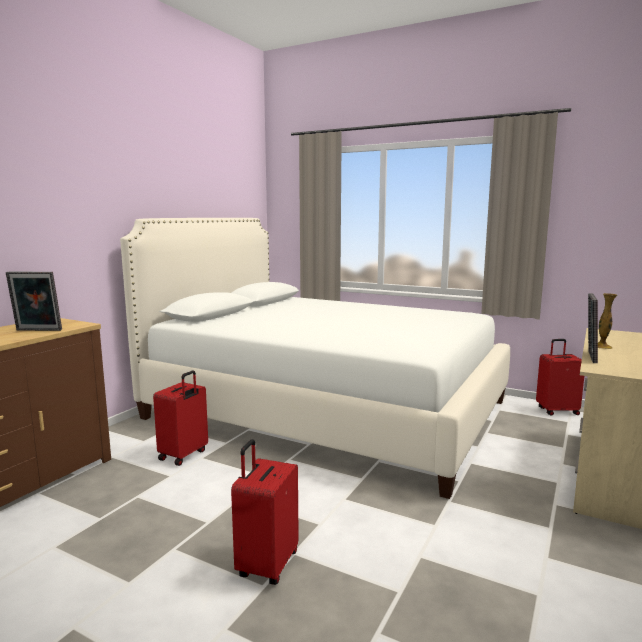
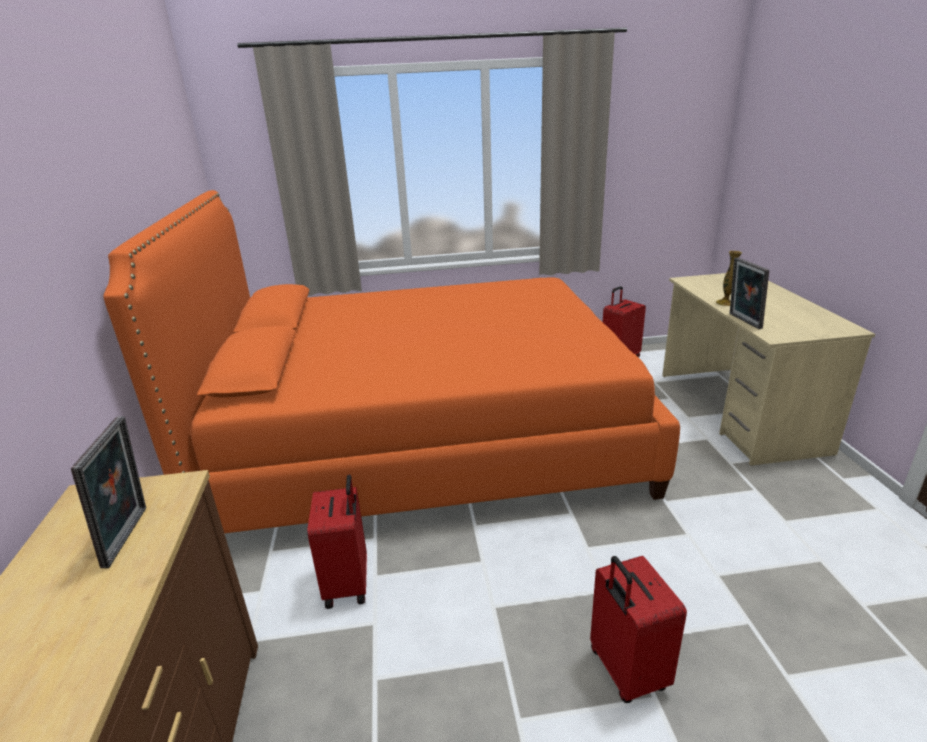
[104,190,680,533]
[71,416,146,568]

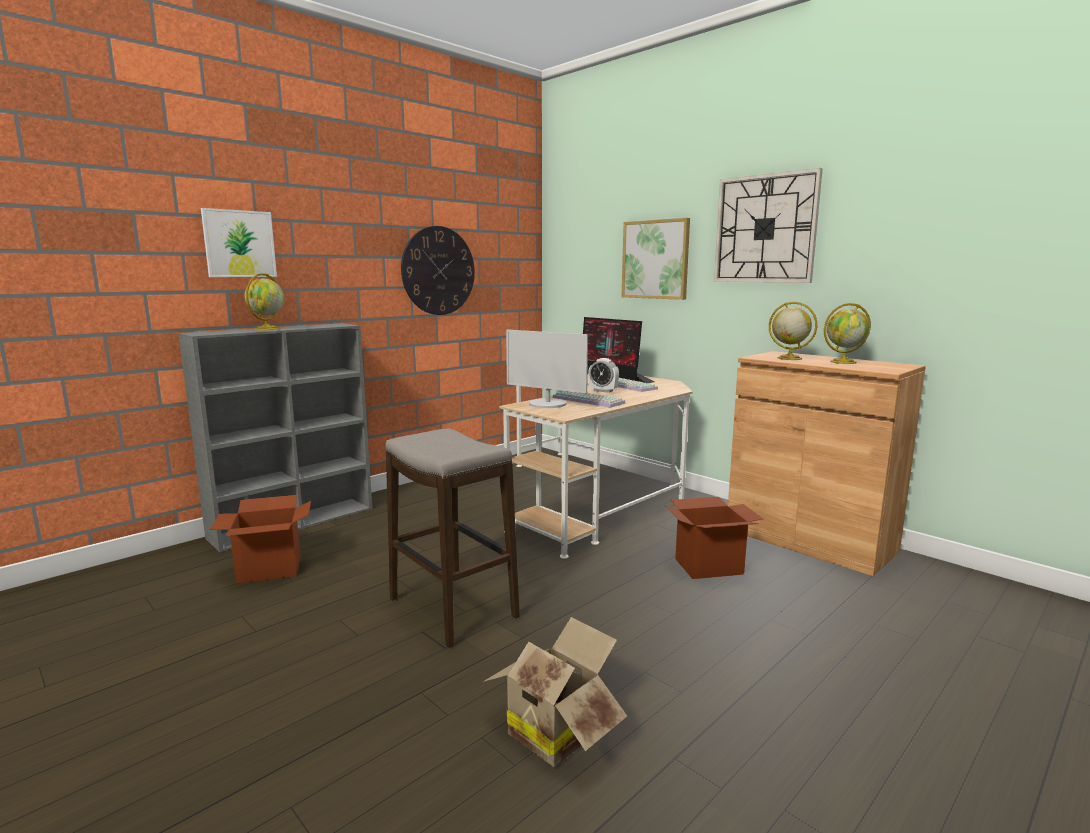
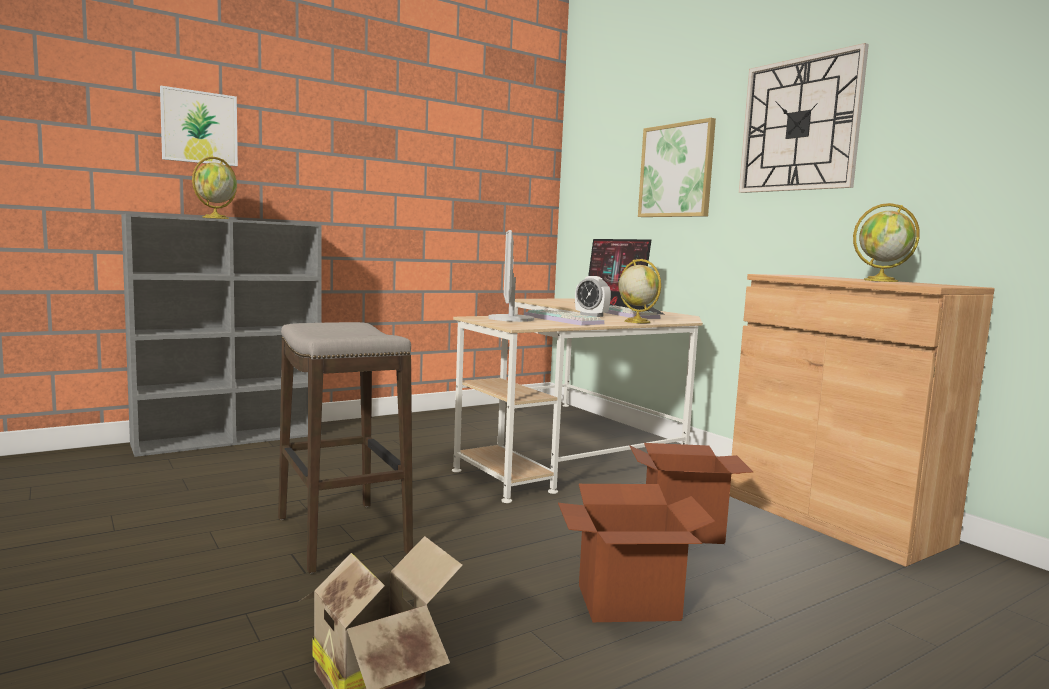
[401,226,475,315] (first image)
[618,259,661,323]
[488,230,534,322]
[558,484,715,622]

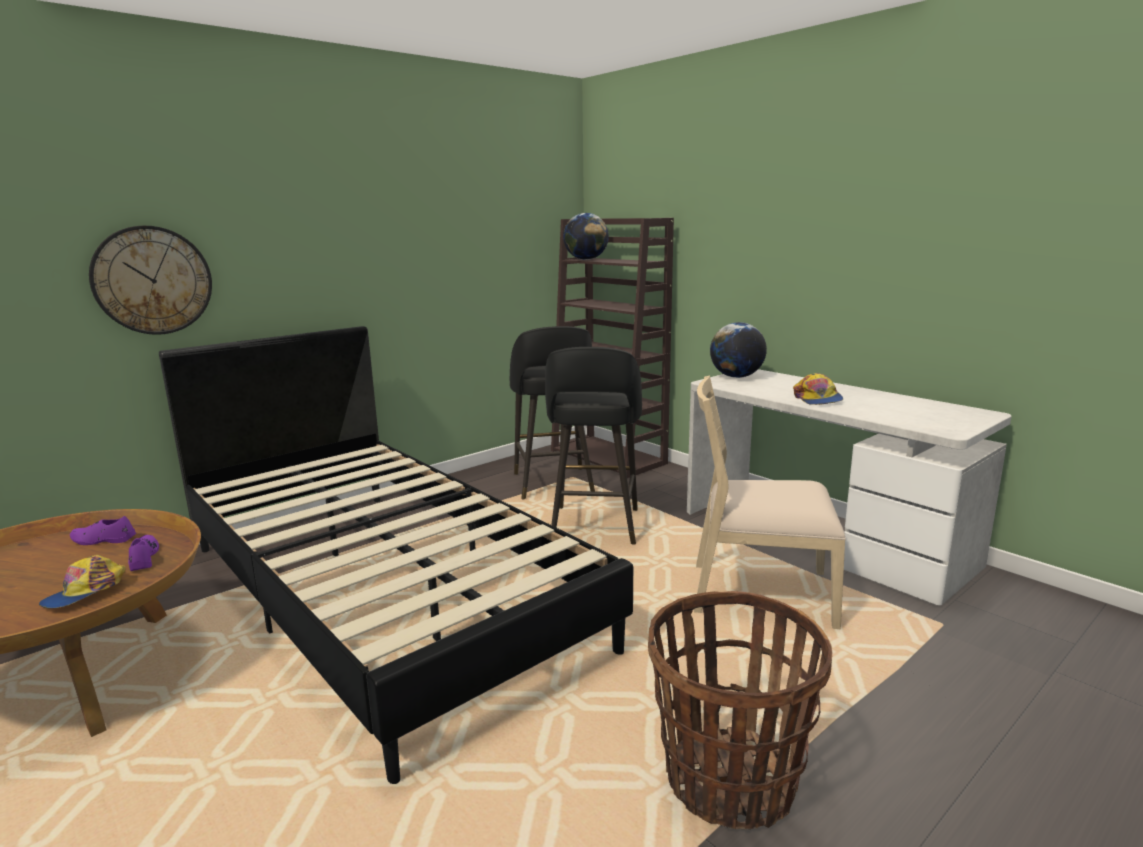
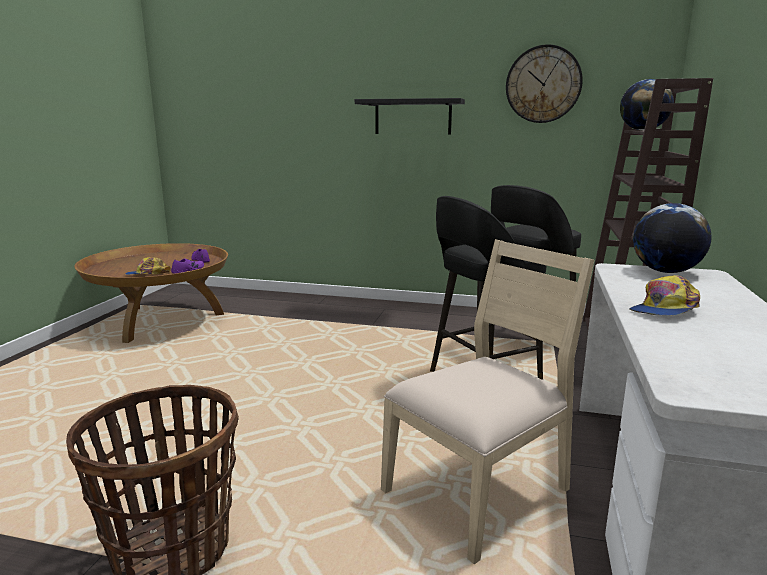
[506,44,583,123]
[159,326,633,784] (first image)
[381,239,594,564]
[355,98,465,134]

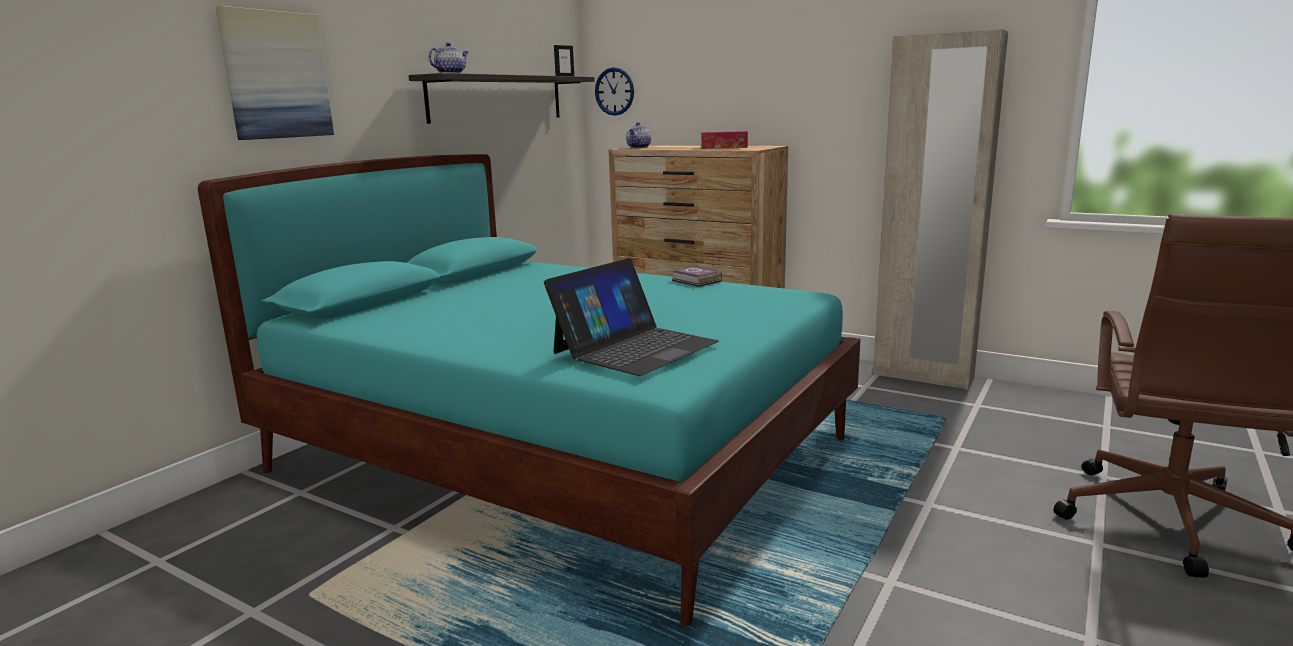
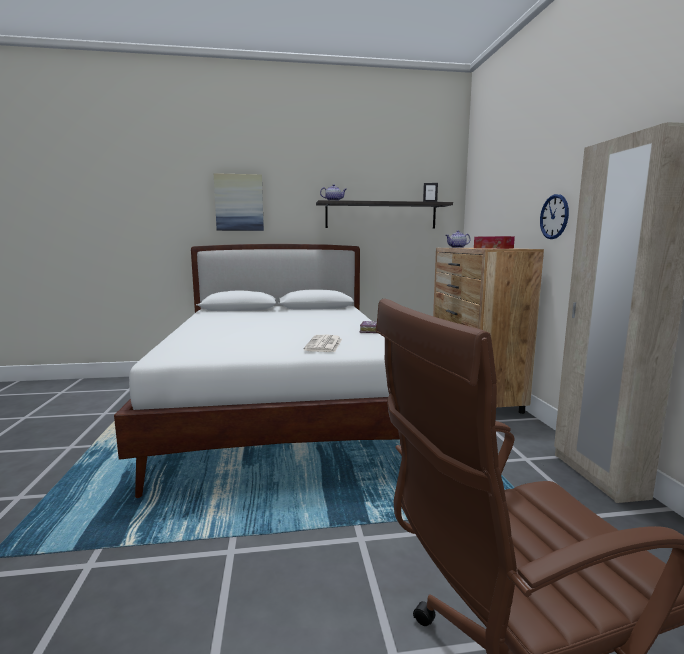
[540,194,569,239]
[114,244,400,498]
[544,258,719,376] (first image)
[303,335,342,352]

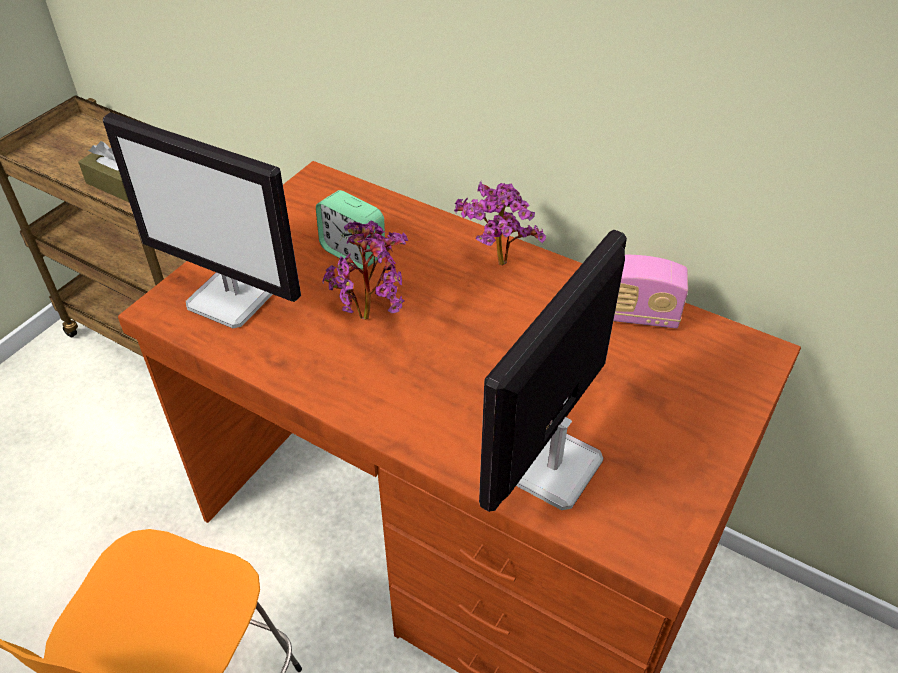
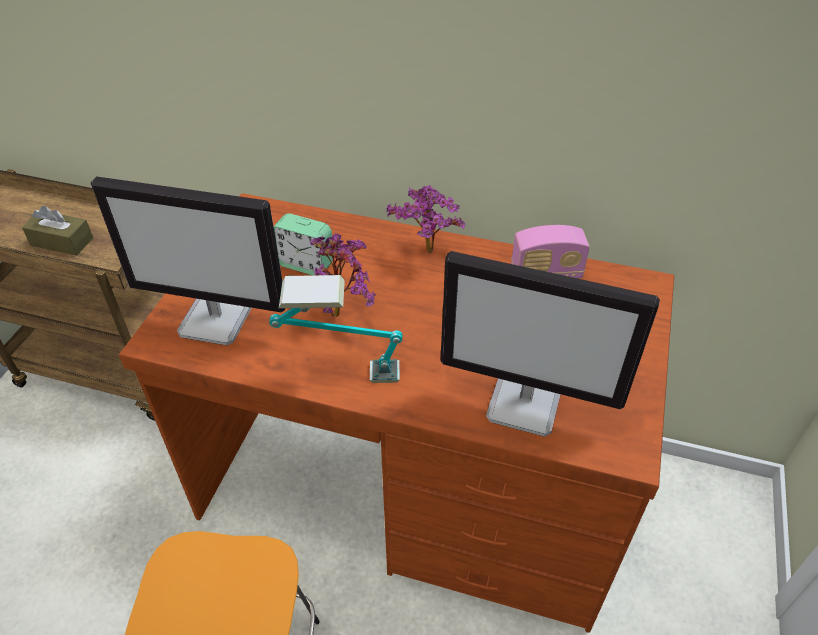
[440,251,660,437]
[269,275,403,383]

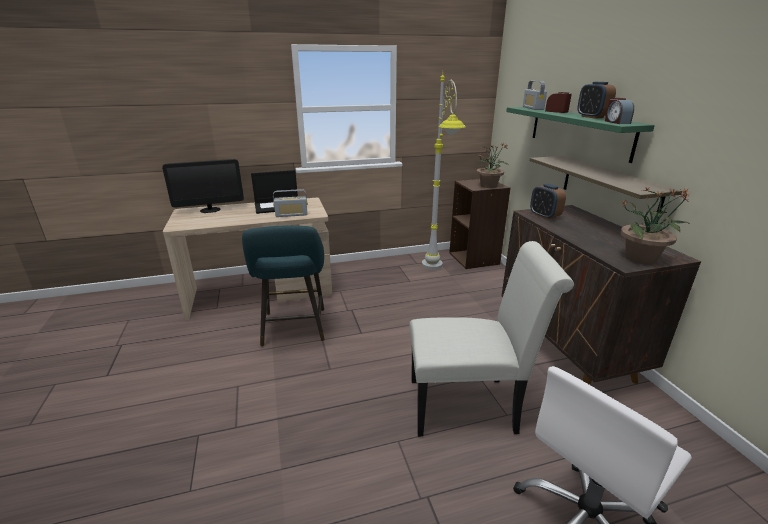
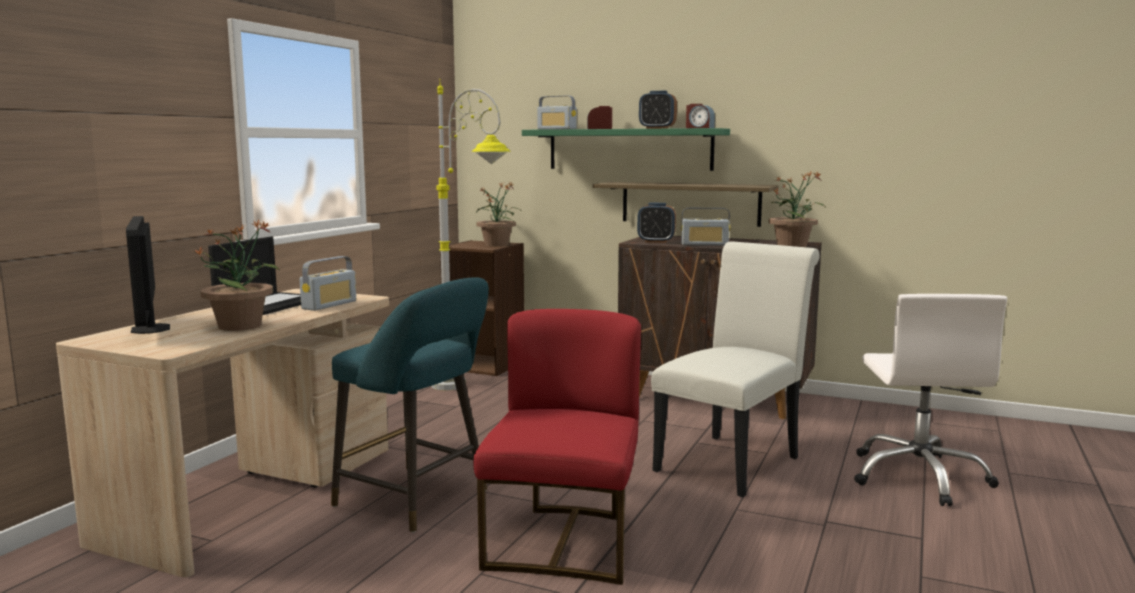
[126,216,170,334]
[681,208,730,246]
[193,220,280,331]
[473,309,641,585]

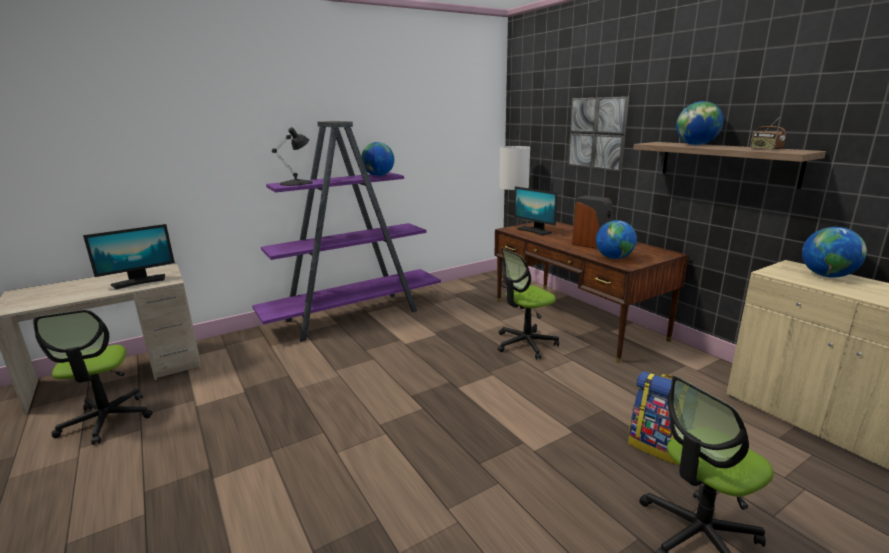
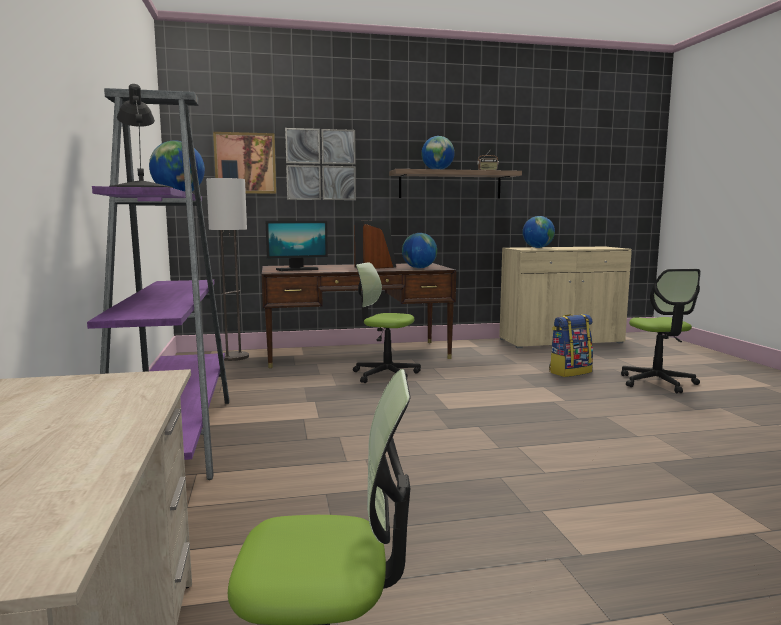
[83,224,175,289] (first image)
[353,262,421,383]
[213,132,276,194]

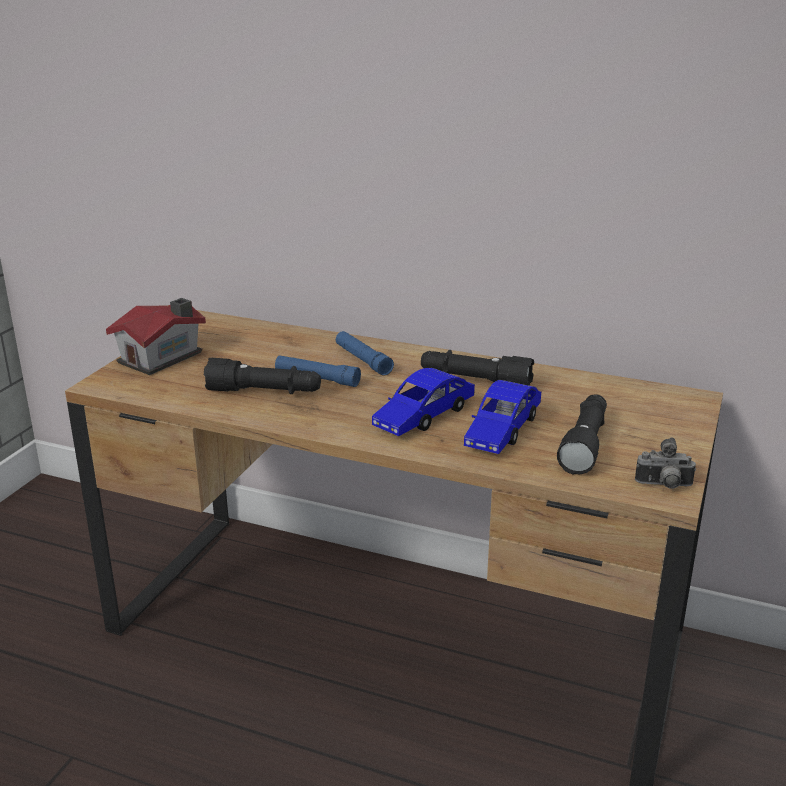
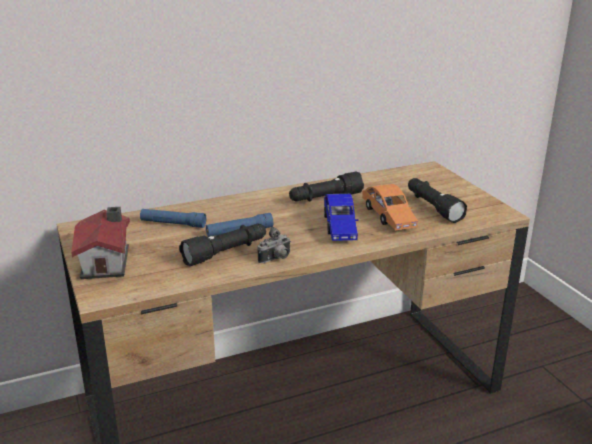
[140,209,206,228]
[362,184,418,230]
[257,227,290,263]

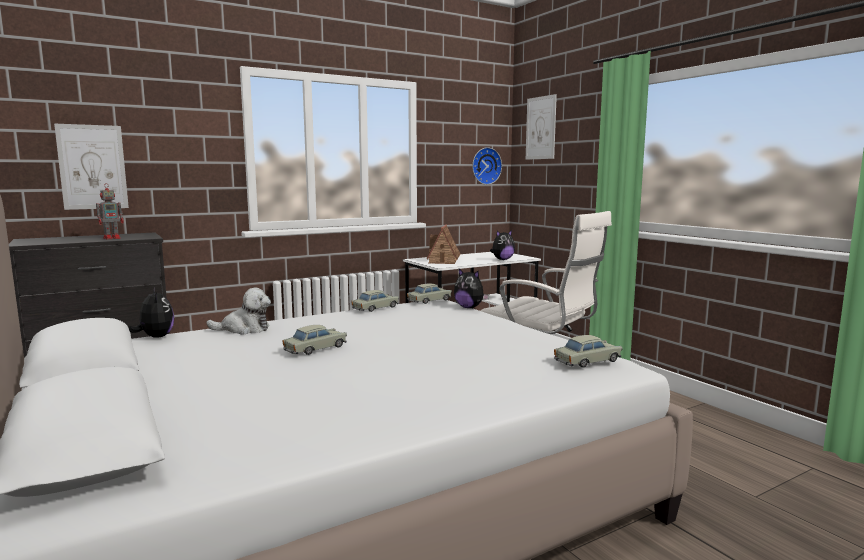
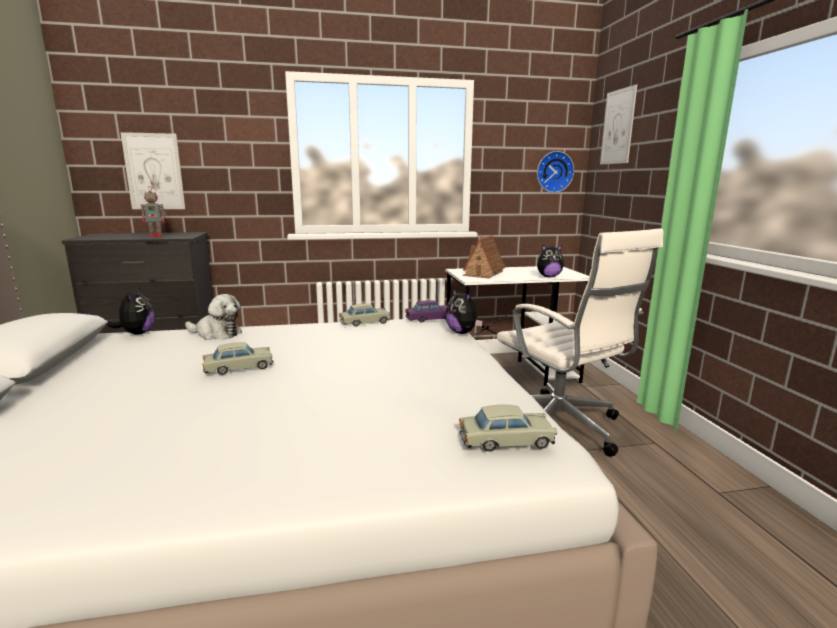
[405,300,447,322]

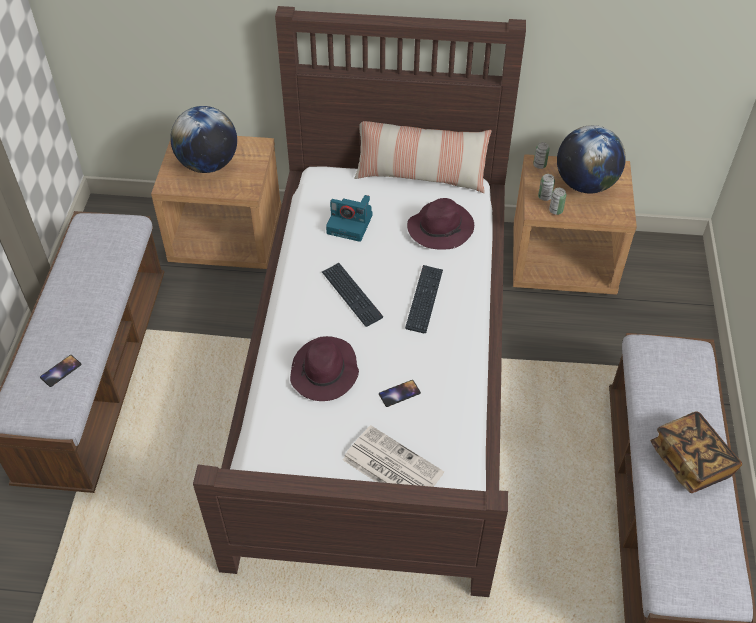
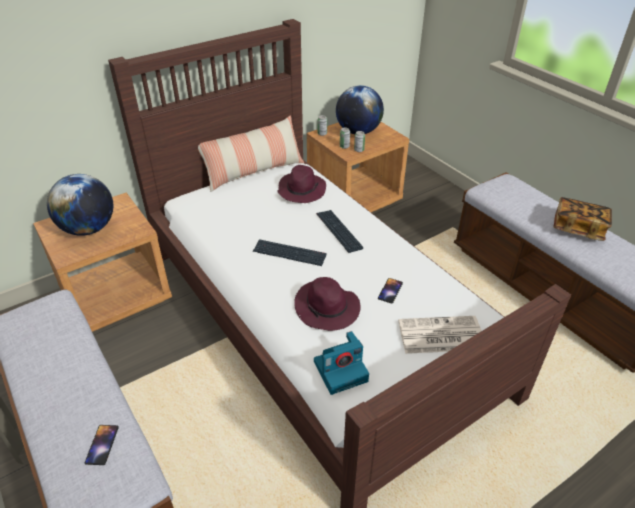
[314,331,369,395]

